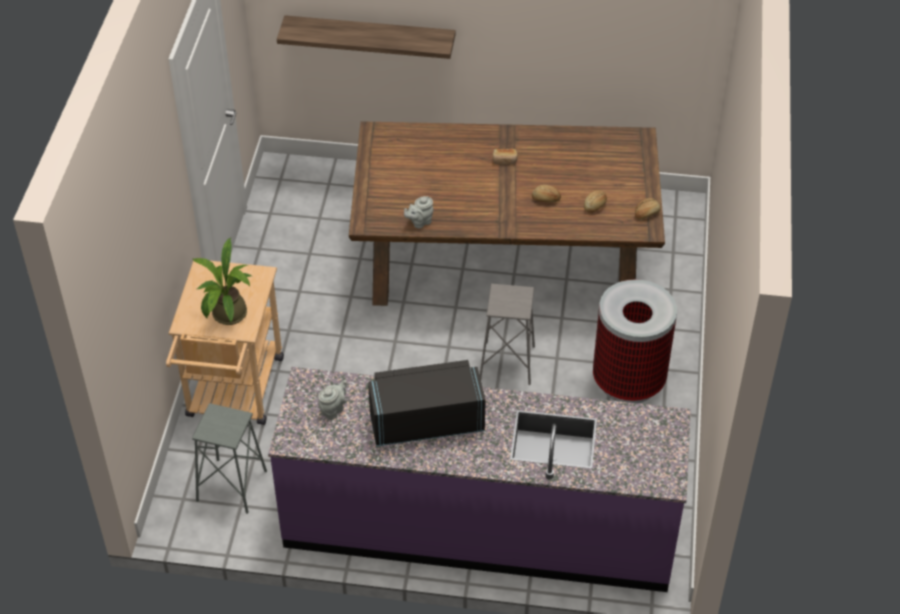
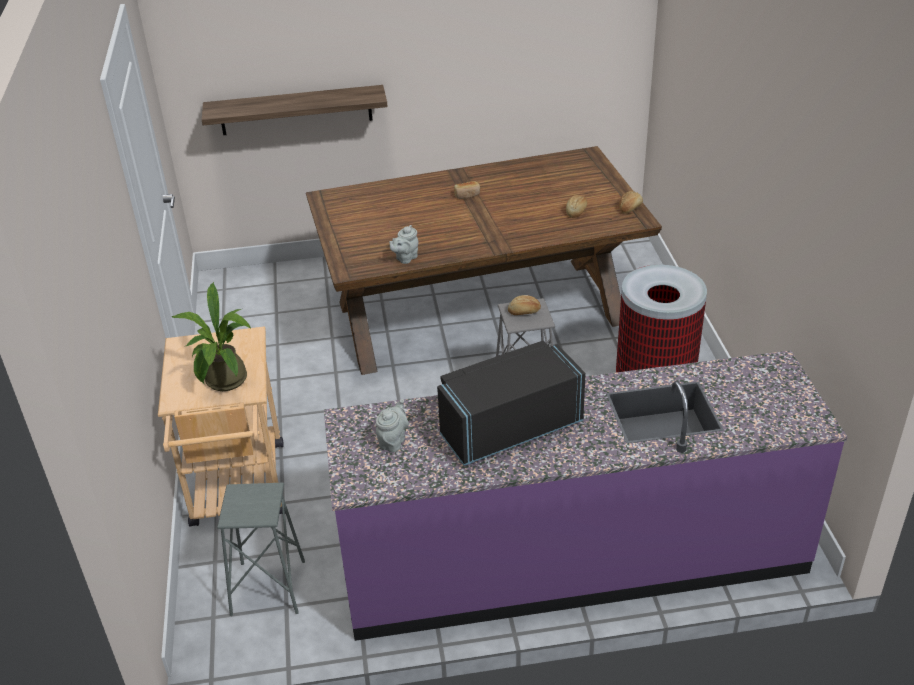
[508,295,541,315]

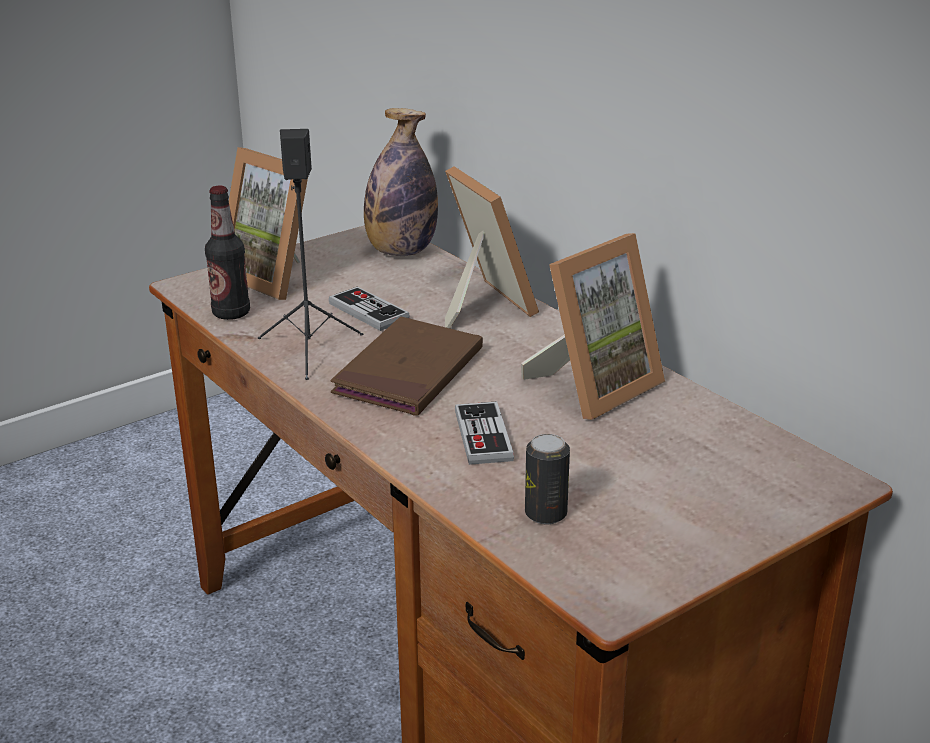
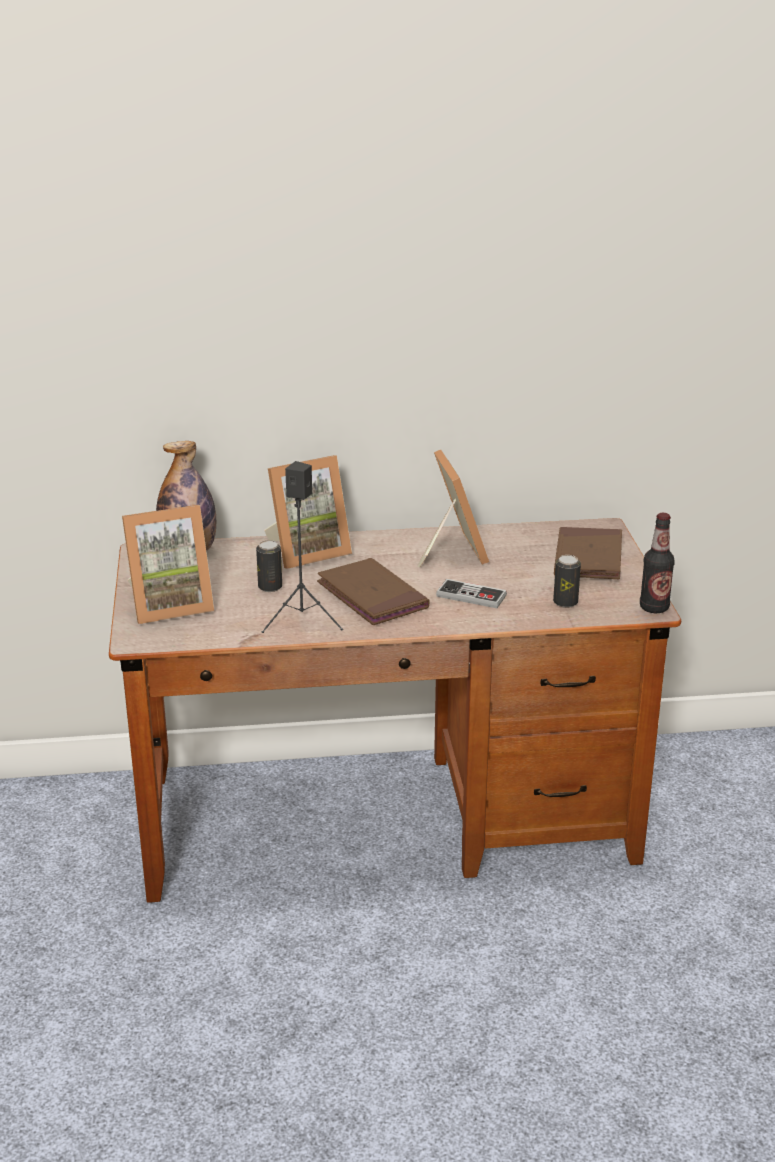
[264,455,352,569]
[640,513,675,613]
[256,540,282,592]
[554,527,622,579]

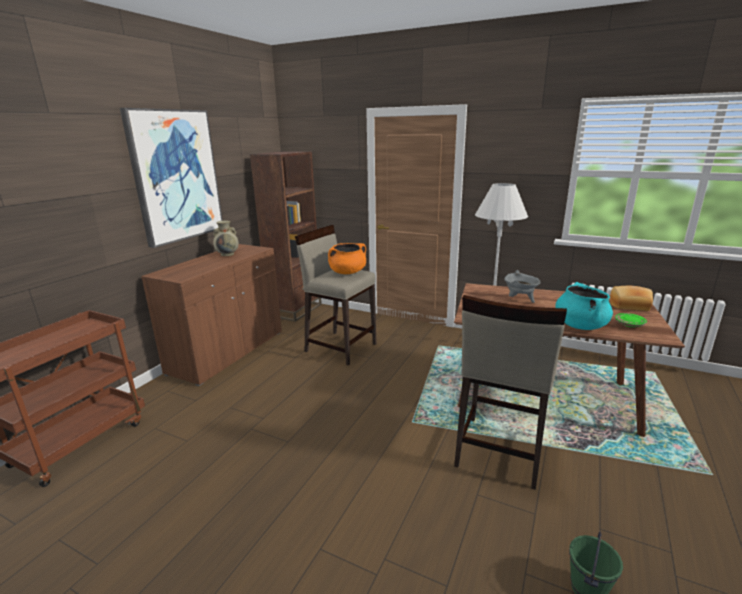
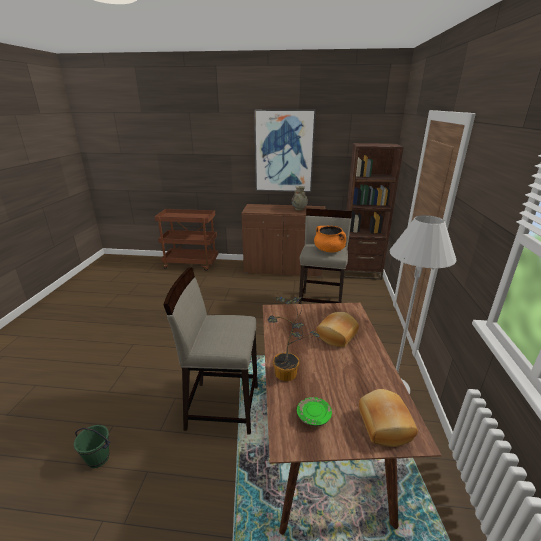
[316,312,359,347]
[268,297,319,381]

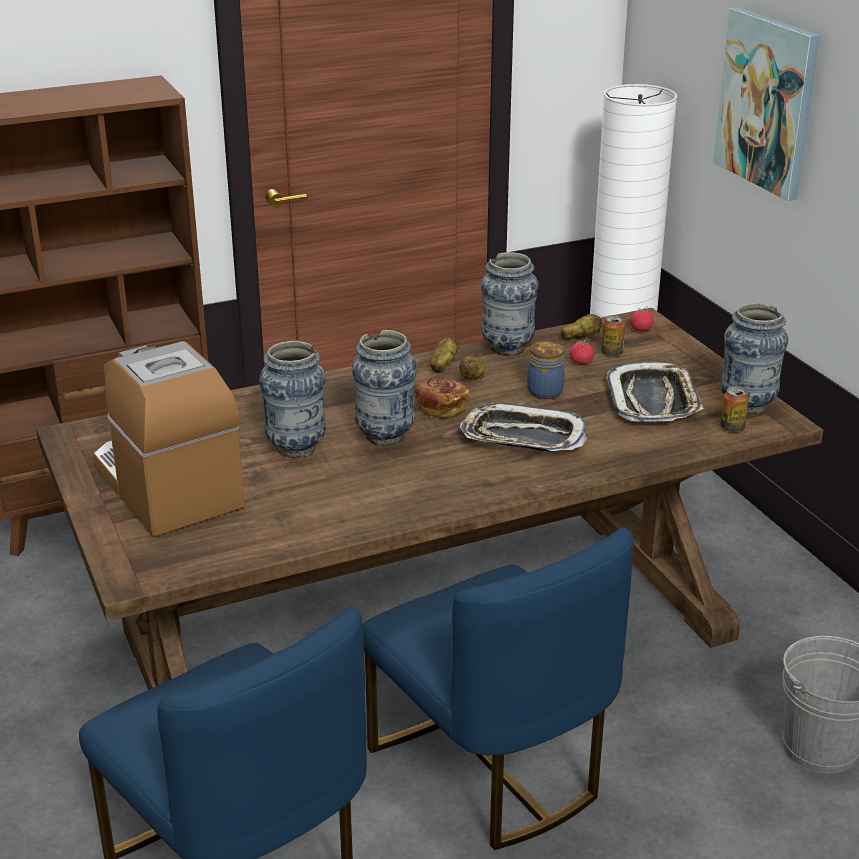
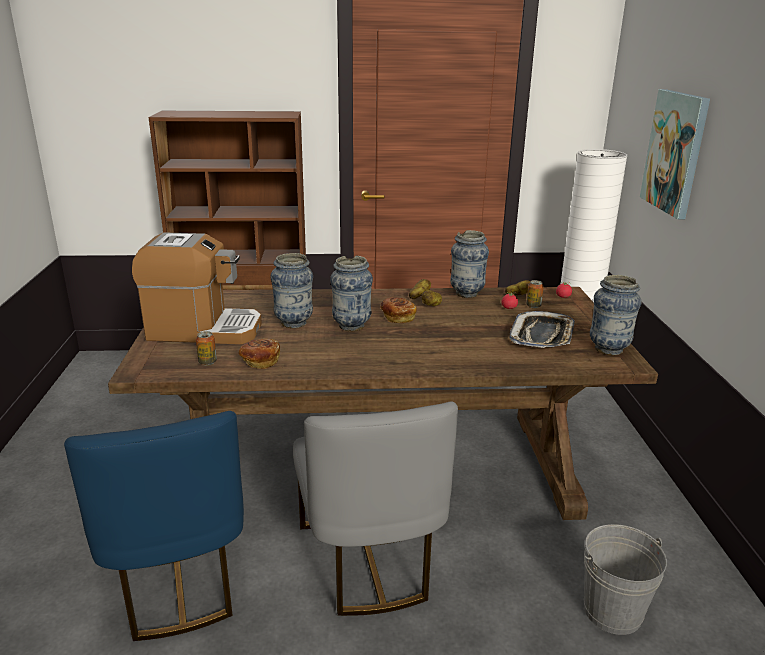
[132,232,262,344]
[527,341,565,399] (first image)
[196,331,217,365]
[460,403,587,451] (first image)
[293,402,458,616]
[239,339,280,369]

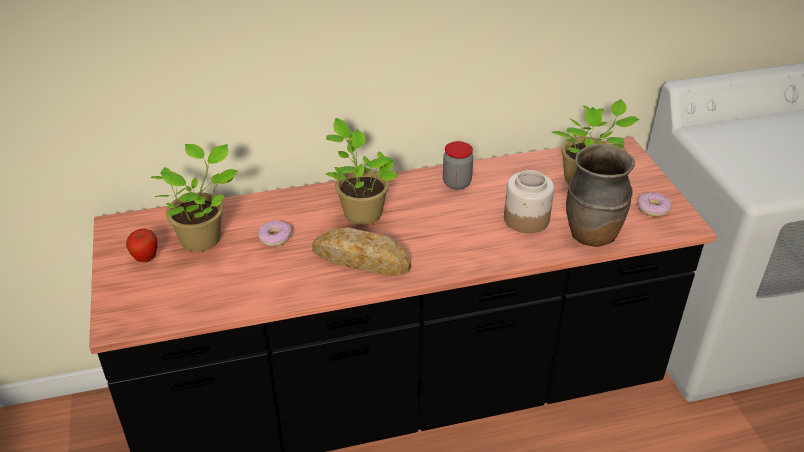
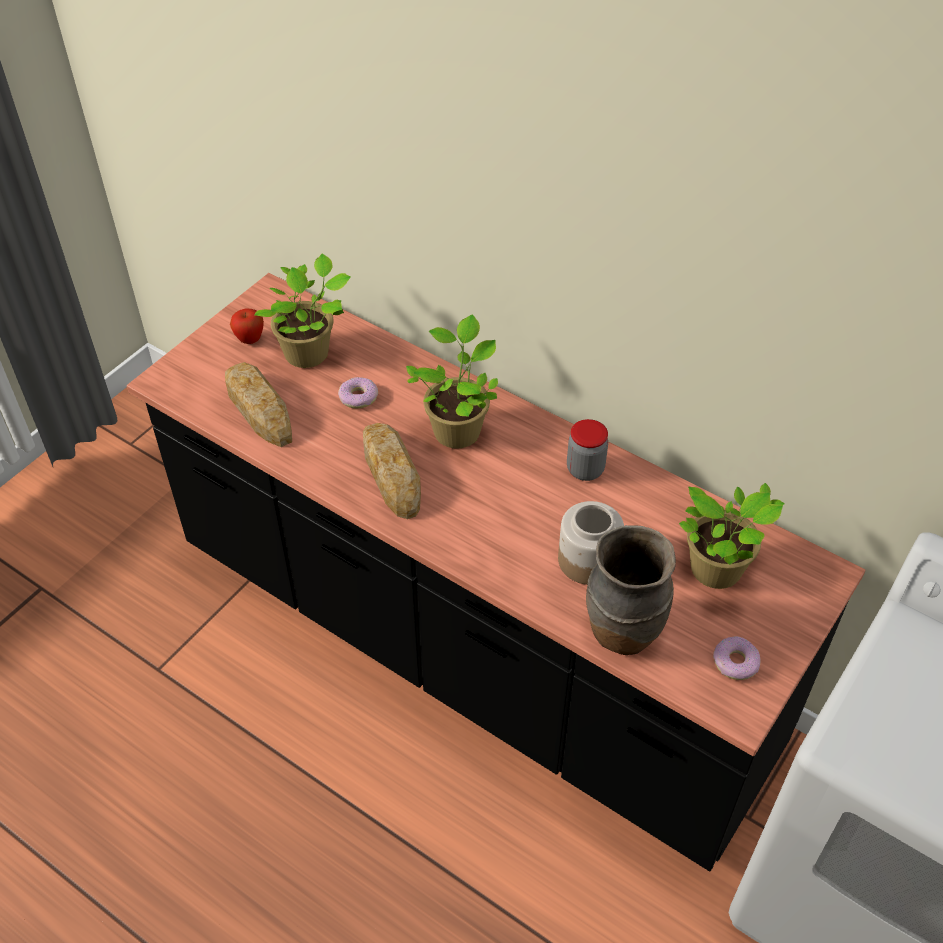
[225,362,292,447]

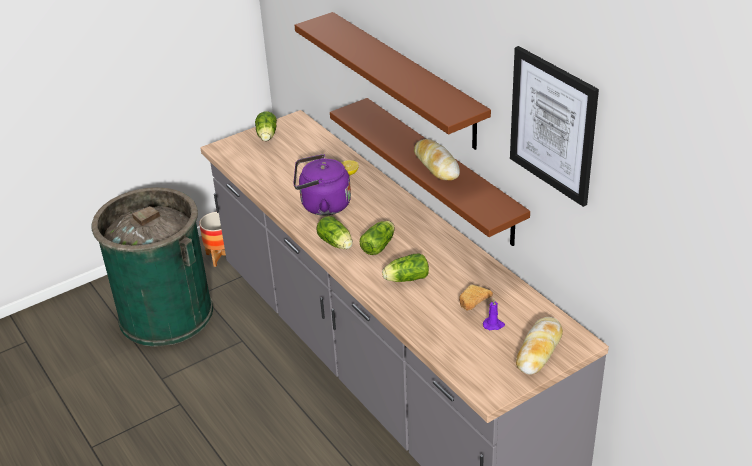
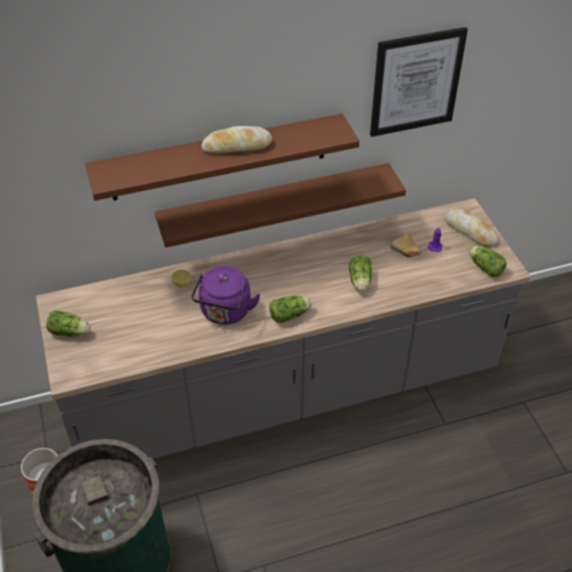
[202,126,272,154]
[469,246,507,277]

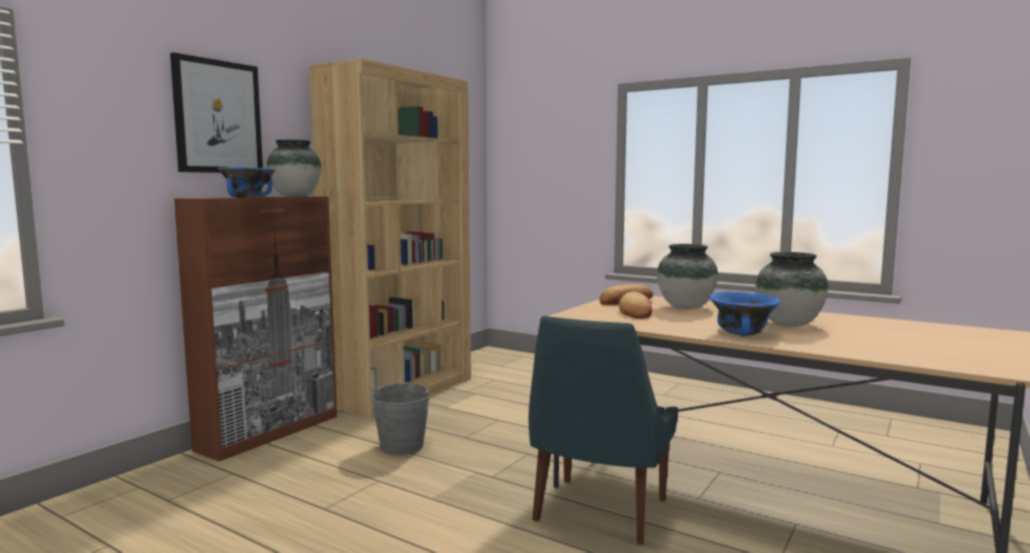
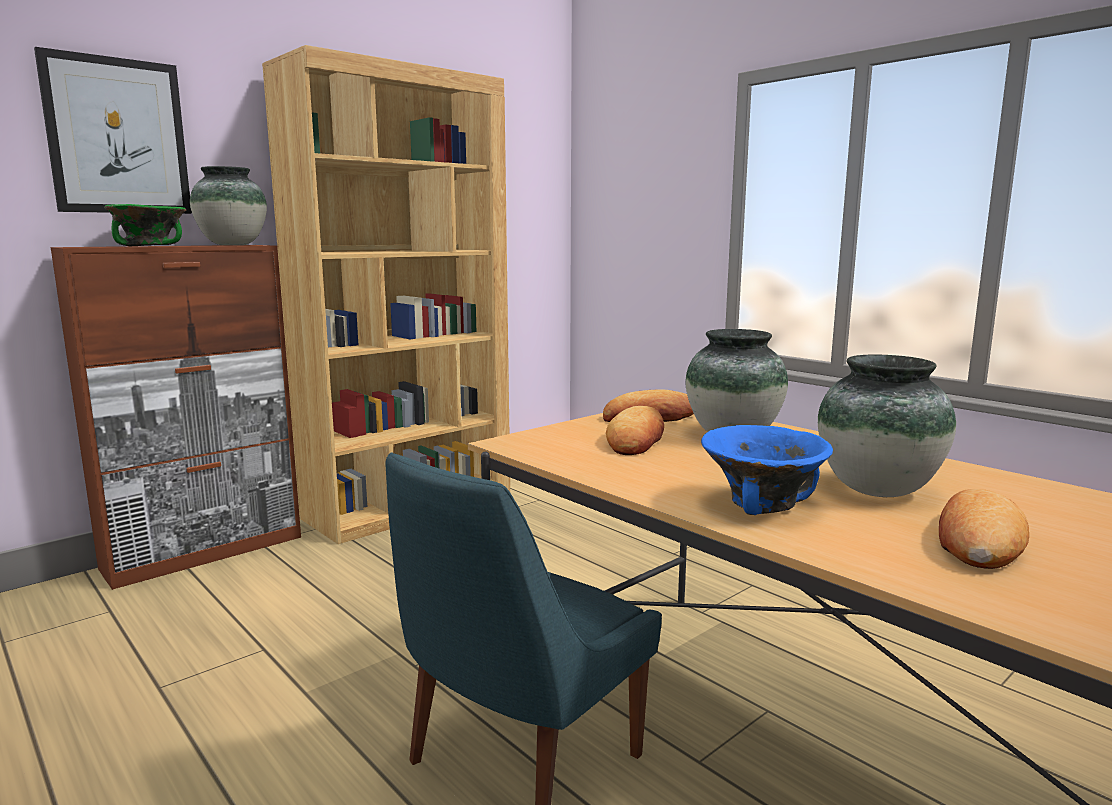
[104,204,187,247]
[371,383,430,455] (first image)
[939,489,1029,569]

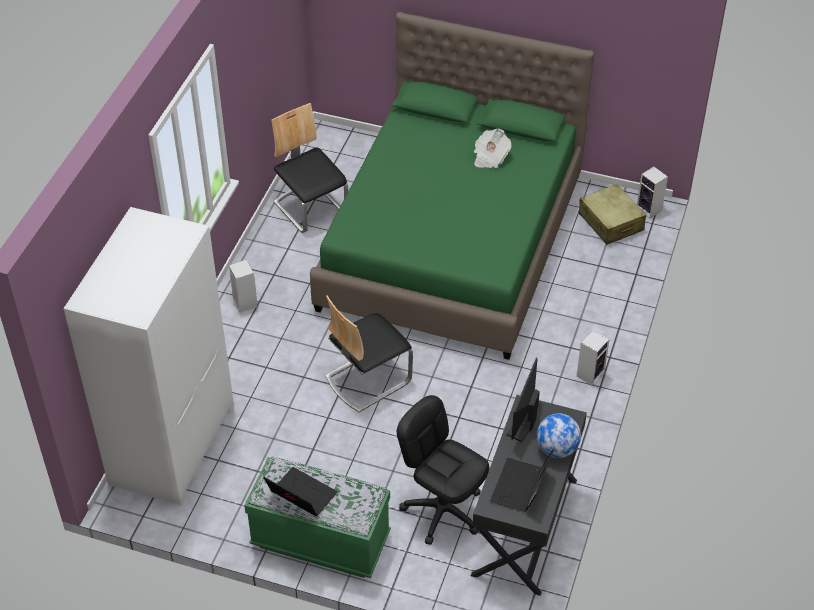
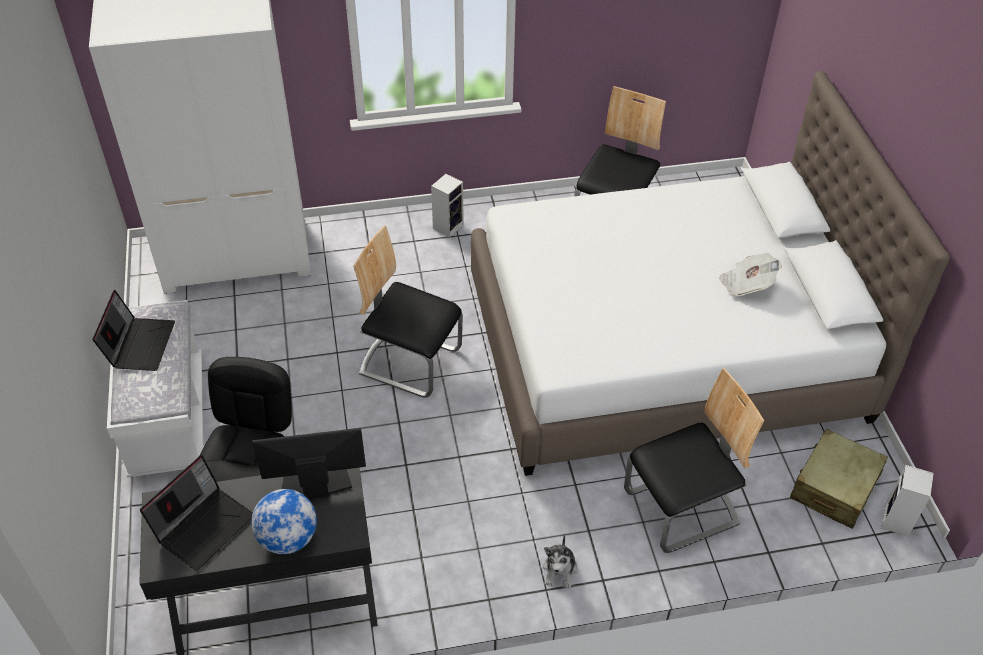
[471,71,950,476]
[543,534,578,588]
[140,455,253,571]
[107,300,203,478]
[624,368,764,553]

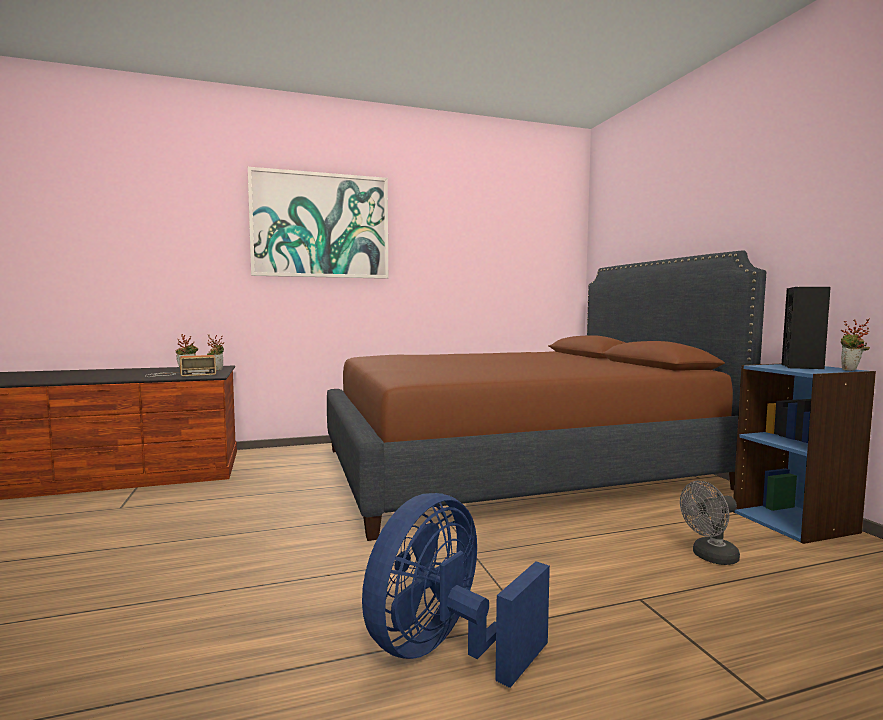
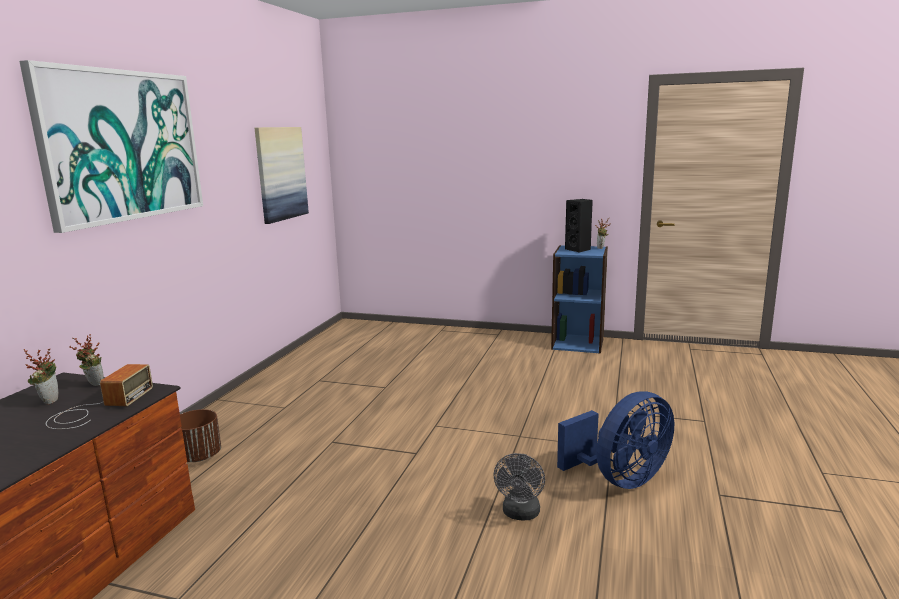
[327,250,766,541] (first image)
[494,453,545,520]
[557,391,674,489]
[255,127,309,224]
[180,409,221,462]

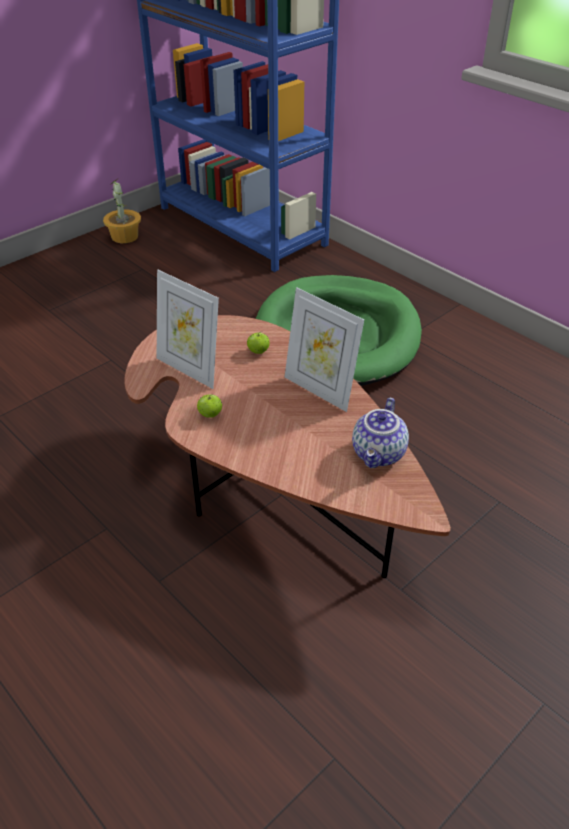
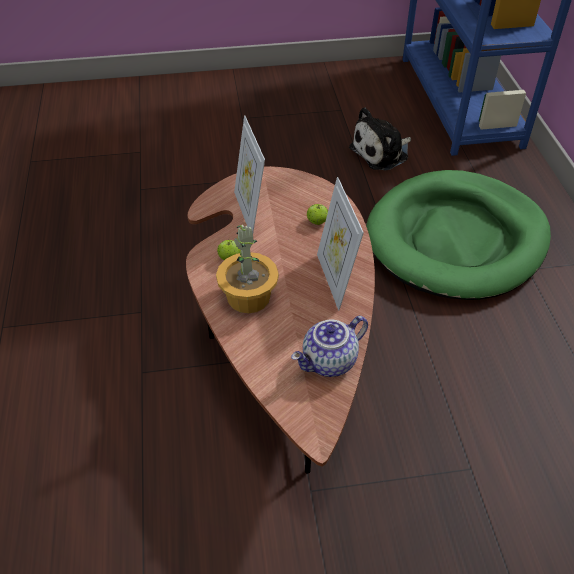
[216,223,279,313]
[349,107,411,171]

